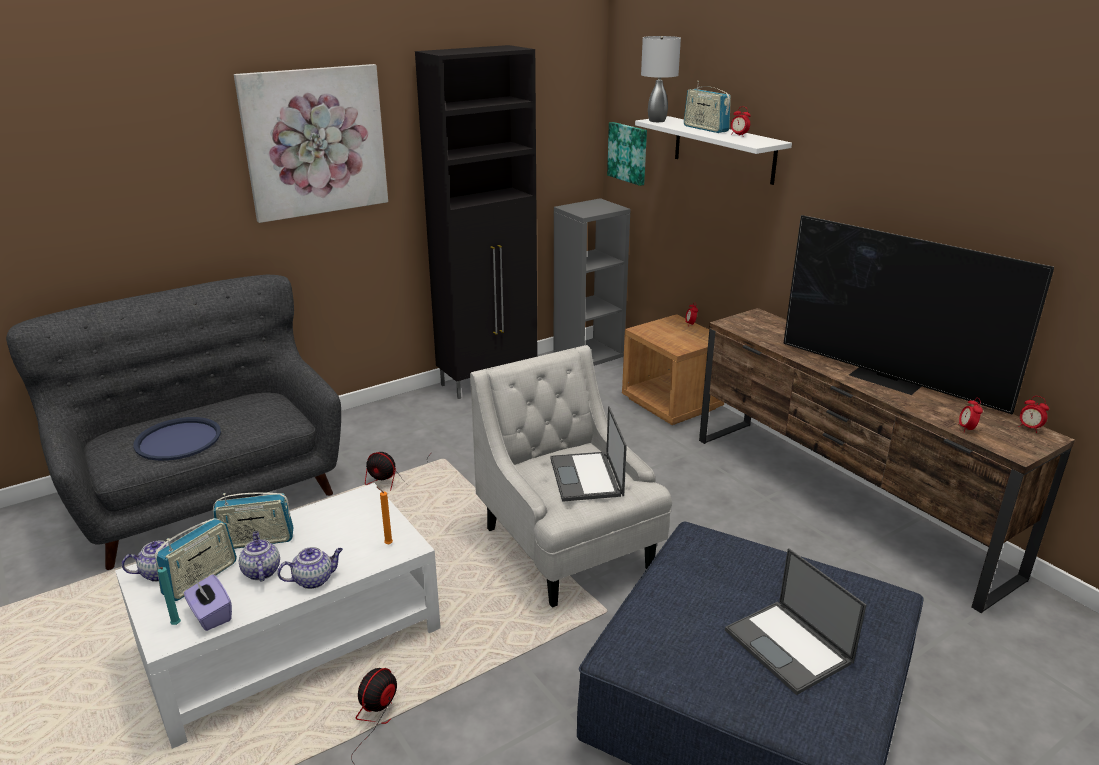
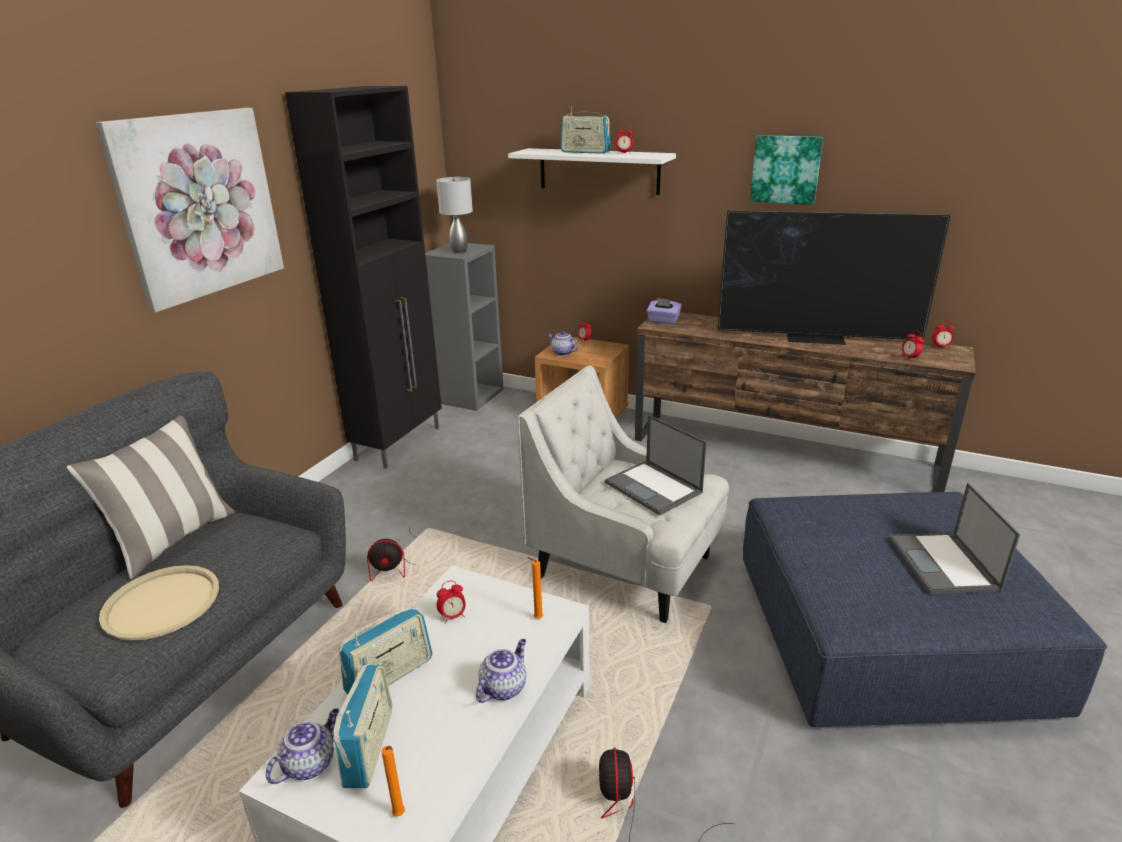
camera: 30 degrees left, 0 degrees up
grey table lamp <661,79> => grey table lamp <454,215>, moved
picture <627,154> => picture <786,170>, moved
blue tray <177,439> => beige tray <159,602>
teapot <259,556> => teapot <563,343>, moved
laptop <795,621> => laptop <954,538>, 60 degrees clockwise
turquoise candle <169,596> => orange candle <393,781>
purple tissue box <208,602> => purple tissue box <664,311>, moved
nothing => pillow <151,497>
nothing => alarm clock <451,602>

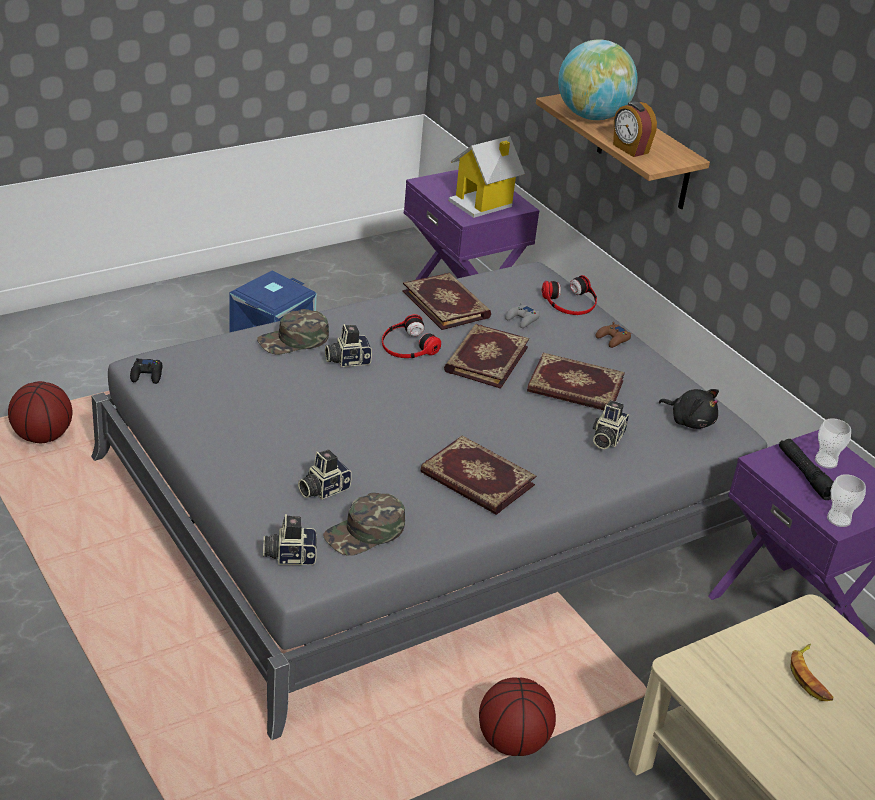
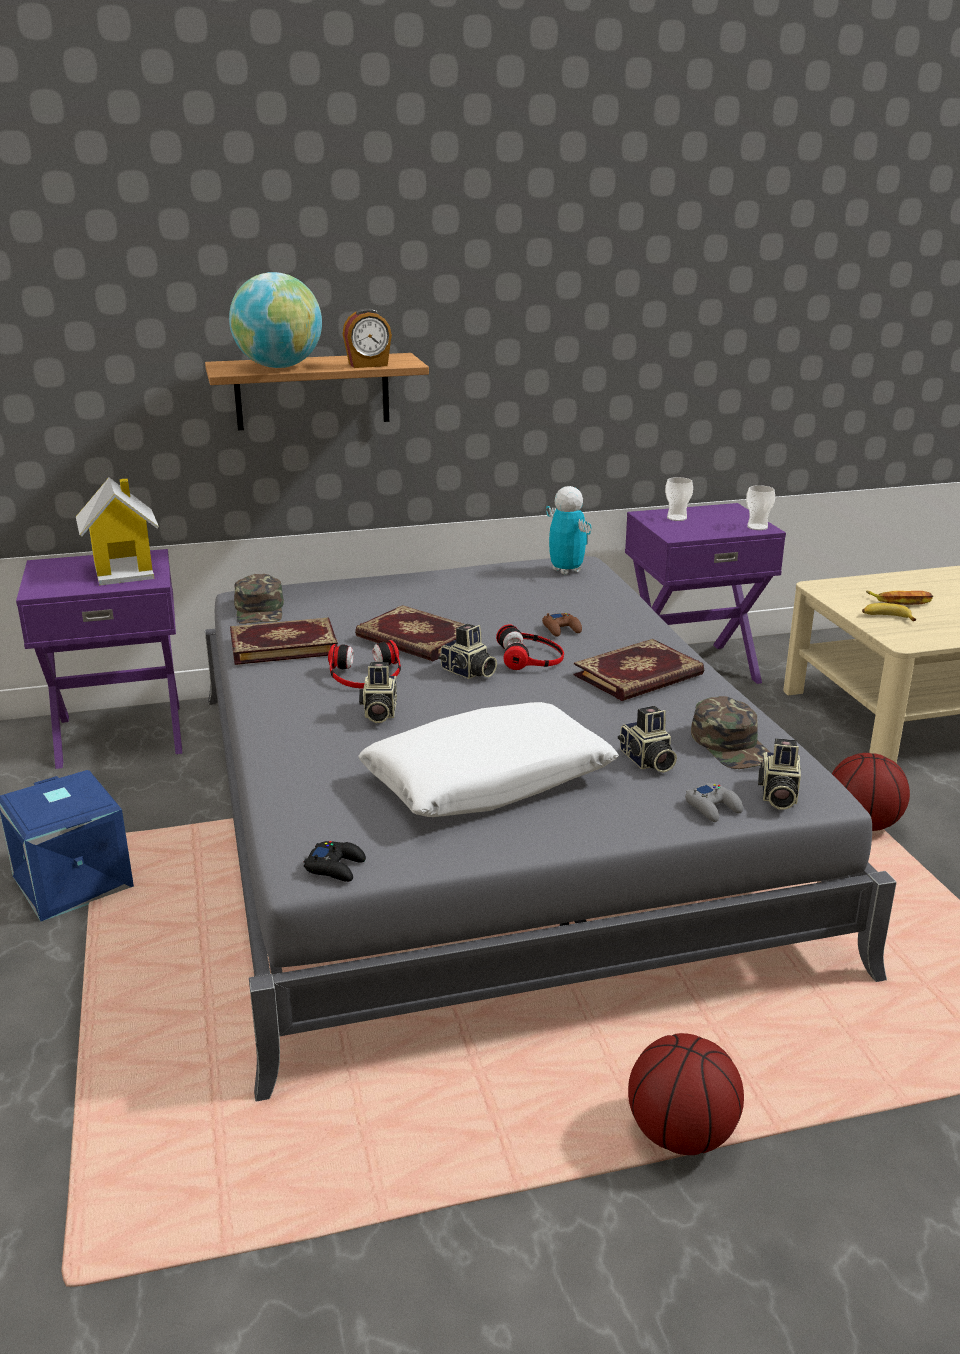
camera: 70 degrees left, 10 degrees down
headphones <569,295> => headphones <530,647>, moved
grey game controller <522,315> => grey game controller <714,802>, moved
green cap <293,332> => green cap <259,599>, moved
brown game controller <613,335> => brown game controller <562,625>, moved
book <576,381> => nothing
basketball <40,412> => basketball <686,1094>, moved
black plush toy <689,409> => toy robot <568,530>
photo camera <611,424> => photo camera <467,651>, moved
black flashlight <806,469> => nothing
nothing => banana <889,612>
nothing => white pillow <488,759>

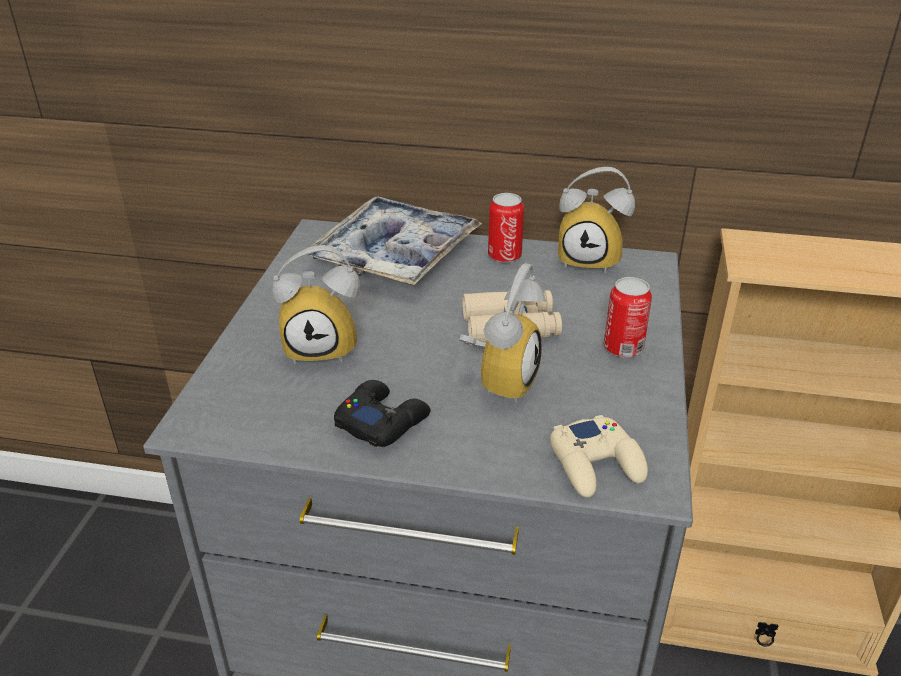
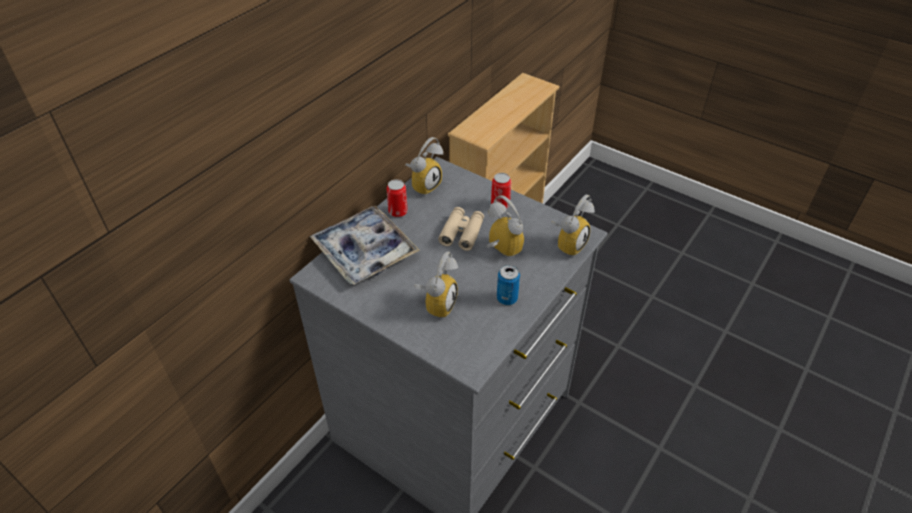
camera: 65 degrees left, 10 degrees up
black game controller <382,413> => can <508,285>
beige game controller <599,456> => alarm clock <573,226>

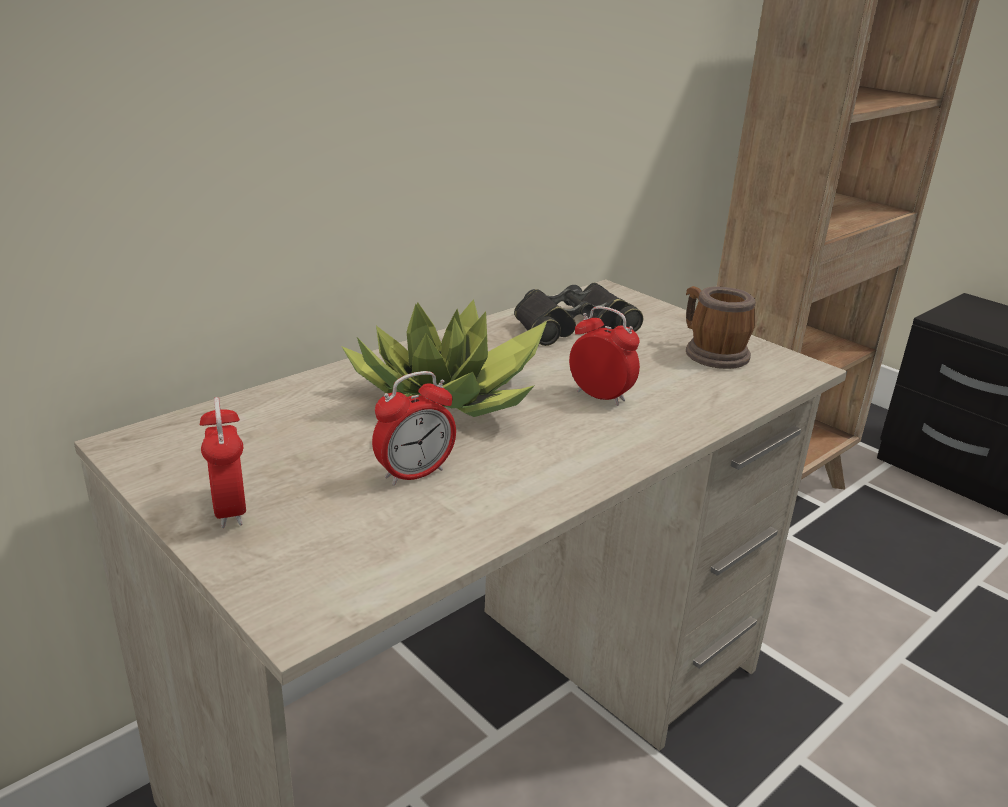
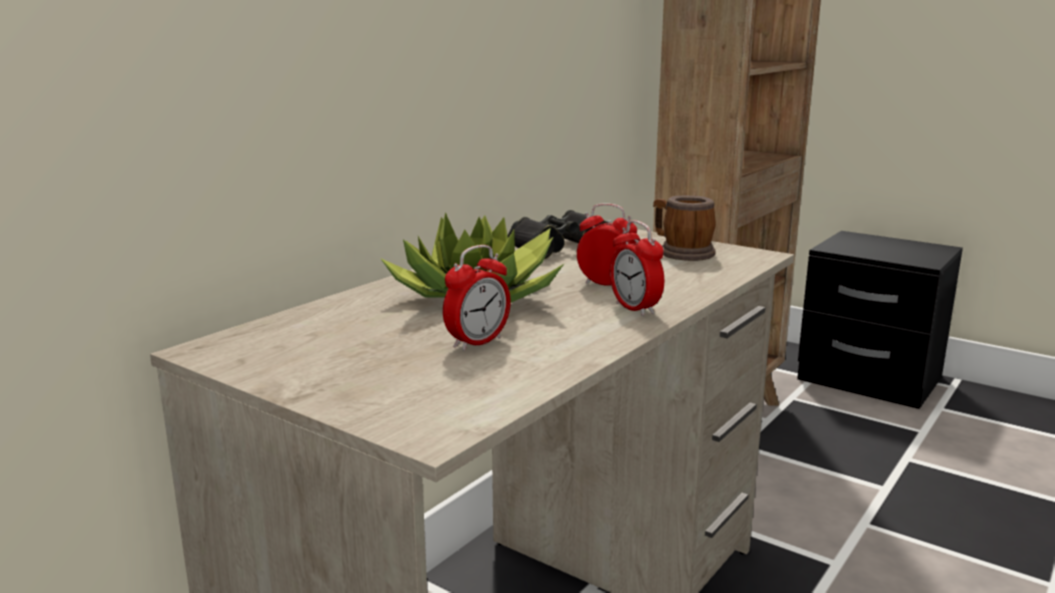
camera: 10 degrees left, 10 degrees down
alarm clock <223,462> => alarm clock <637,268>, moved

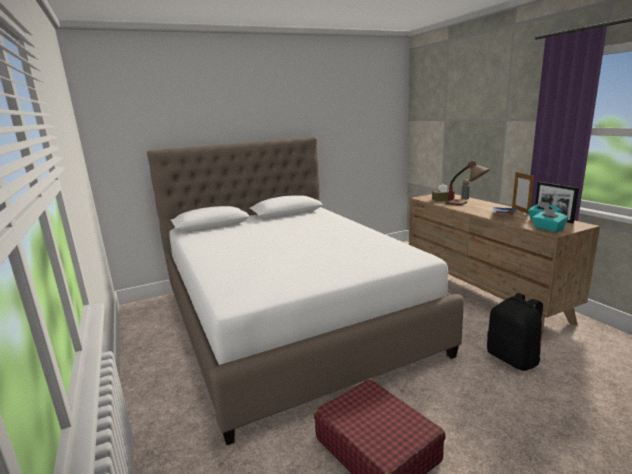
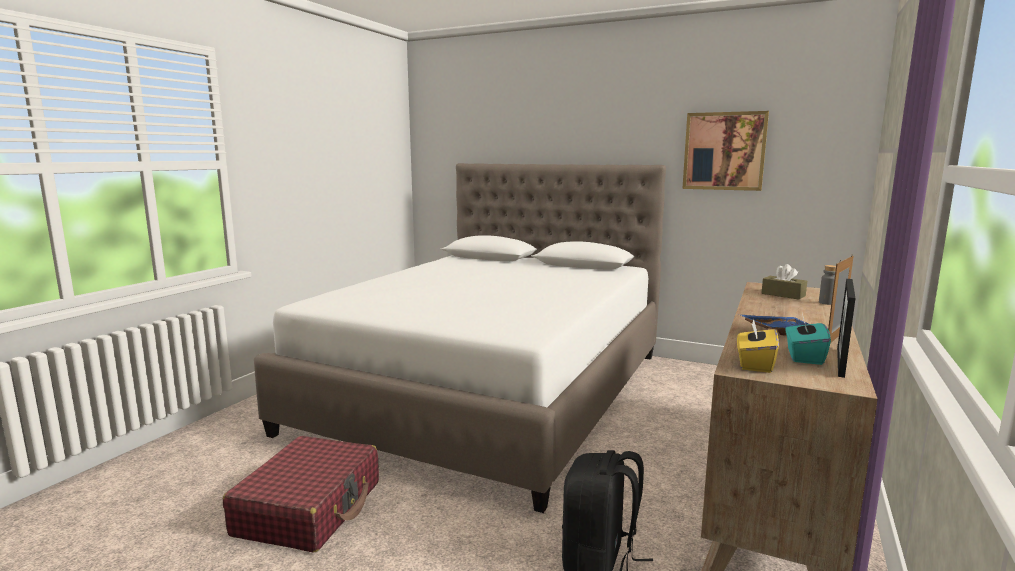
camera: 50 degrees right, 5 degrees down
table lamp <467,183> => nothing
turquoise tissue box <550,220> => yellow tissue box <758,345>
nothing => picture <725,151>

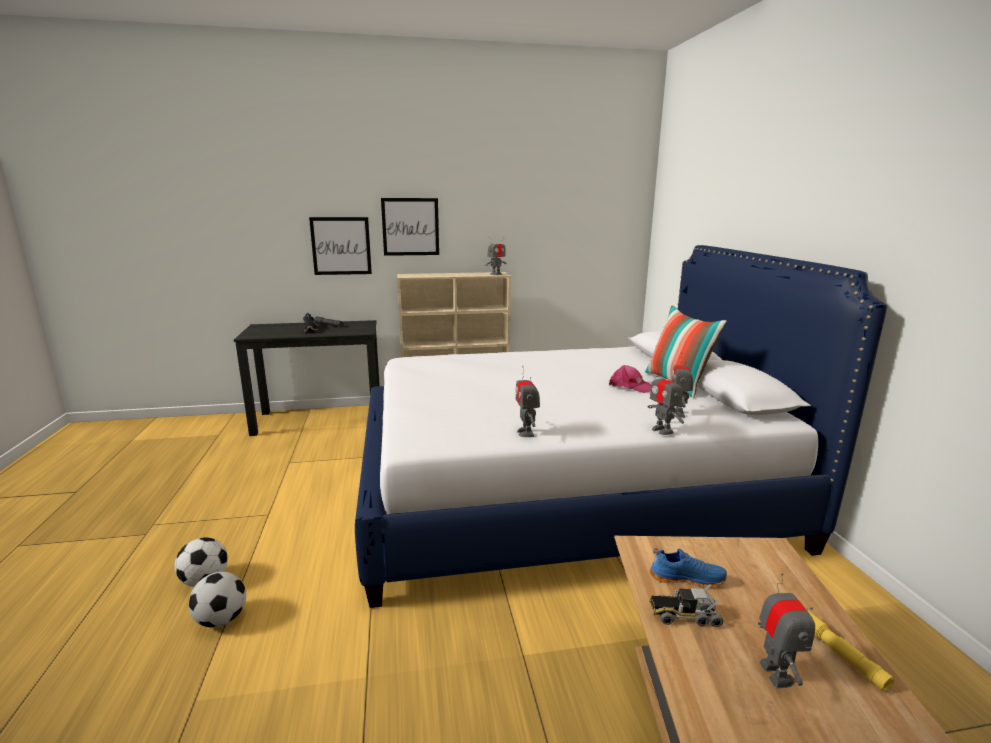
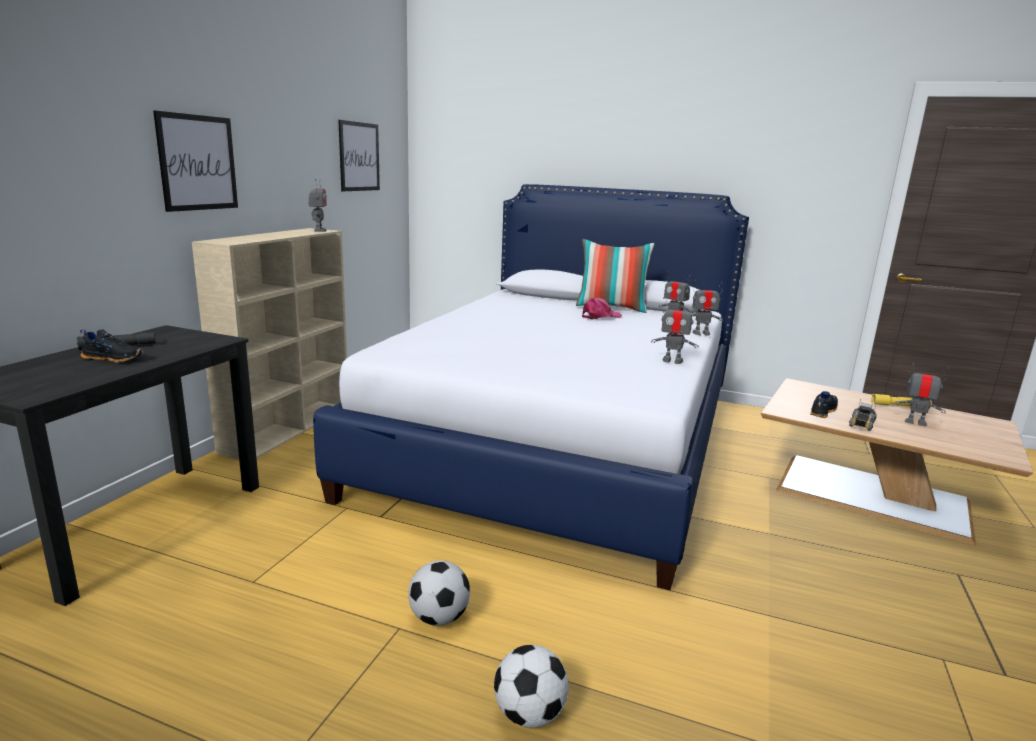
camera: 60 degrees left, 0 degrees up
picture <340,246> => picture <359,155>, moved
blue shoe <688,568> => black shoe <824,404>
football <217,600> => football <439,593>, moved

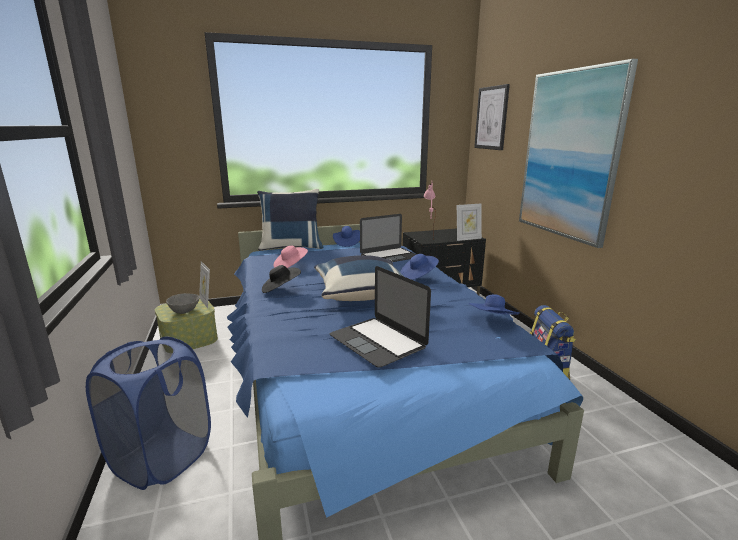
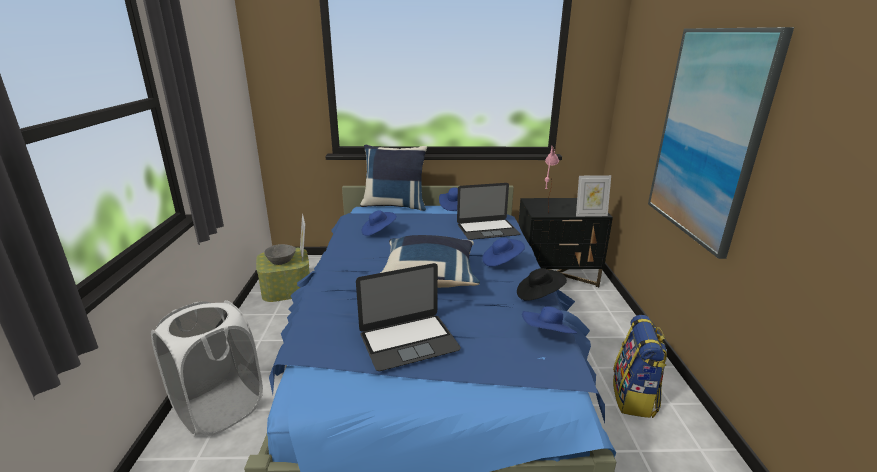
camera: 15 degrees right, 5 degrees up
picture <492,117> => nothing
pink hat <290,257> => blue hat <379,223>
black hat <281,279> => black hat <542,284>, moved
laptop <380,317> => laptop <408,317>, 90 degrees counterclockwise
blue laundry basket <148,413> => white laundry basket <207,368>

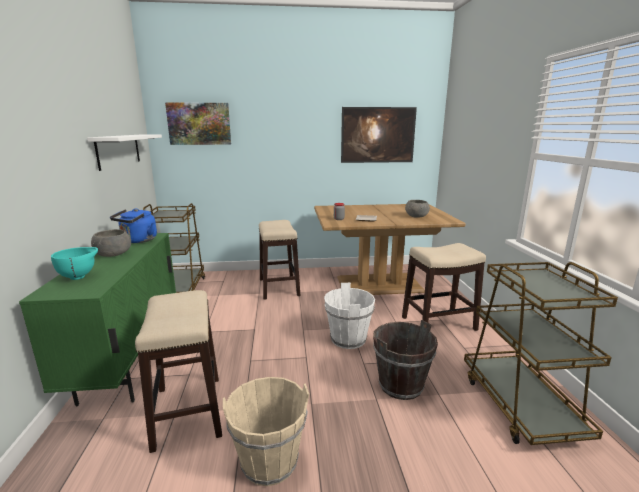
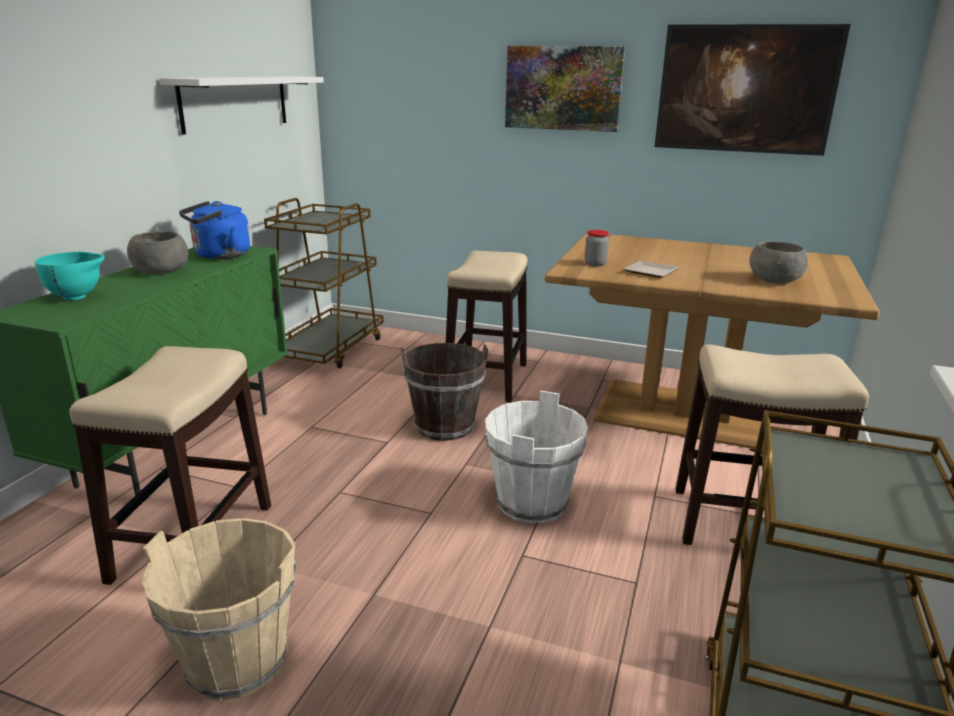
camera: 25 degrees right, 5 degrees up
picture <198,123> => picture <565,89>, moved
brown bucket <405,360> => brown bucket <444,392>, moved

